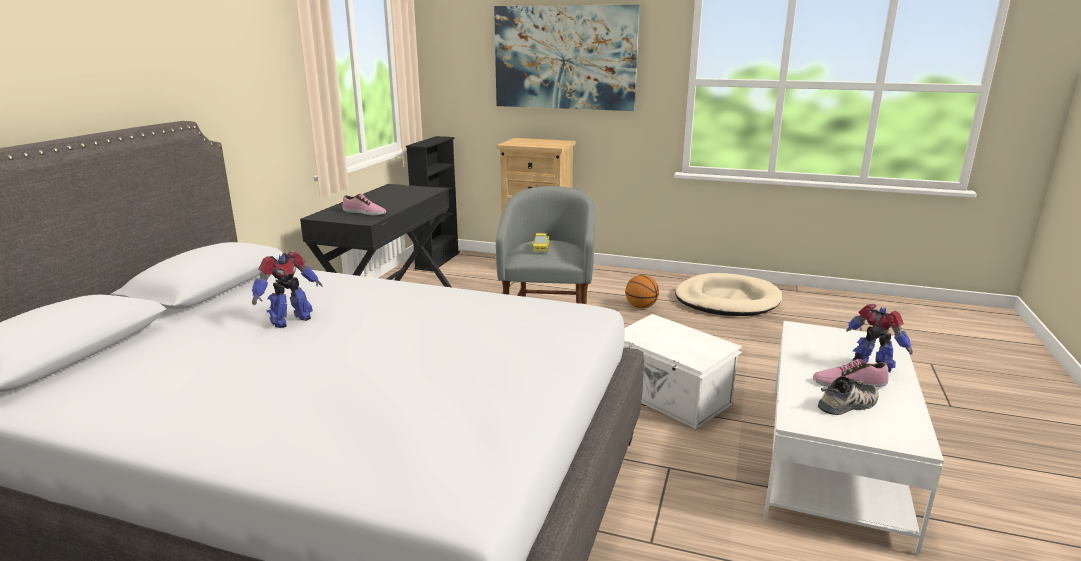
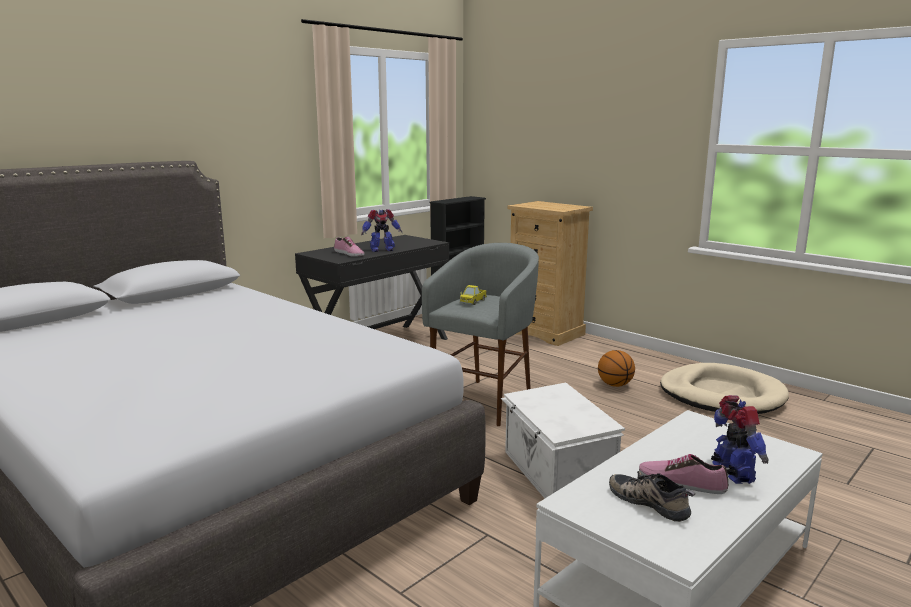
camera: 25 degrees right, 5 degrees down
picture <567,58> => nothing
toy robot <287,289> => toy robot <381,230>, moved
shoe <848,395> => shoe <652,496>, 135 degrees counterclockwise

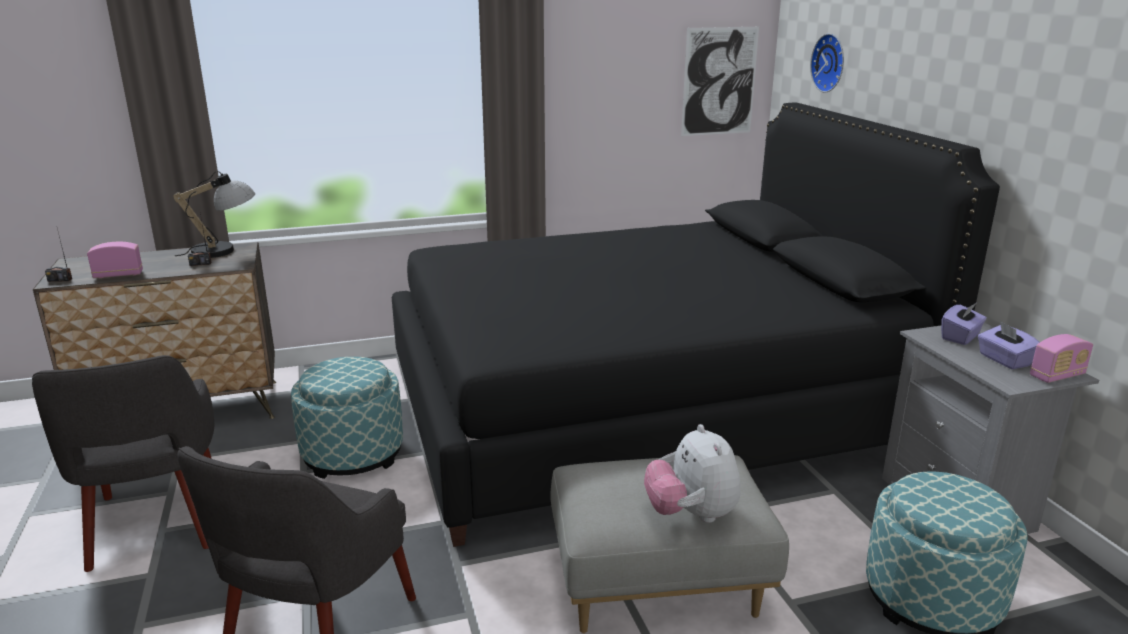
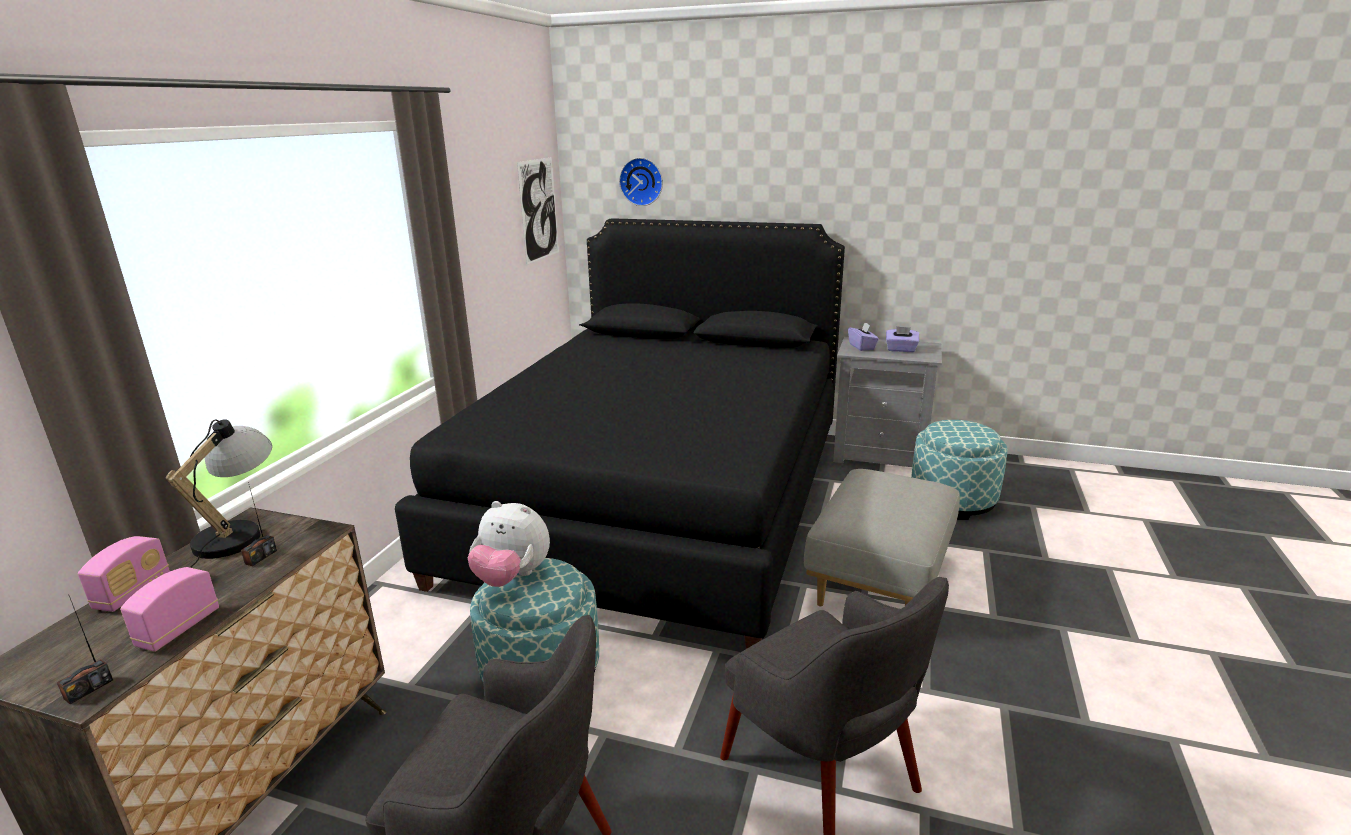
camera: 55 degrees left, 0 degrees up
radio <1061,358> => radio <124,574>, moved
plush toy <692,473> => plush toy <509,544>, moved

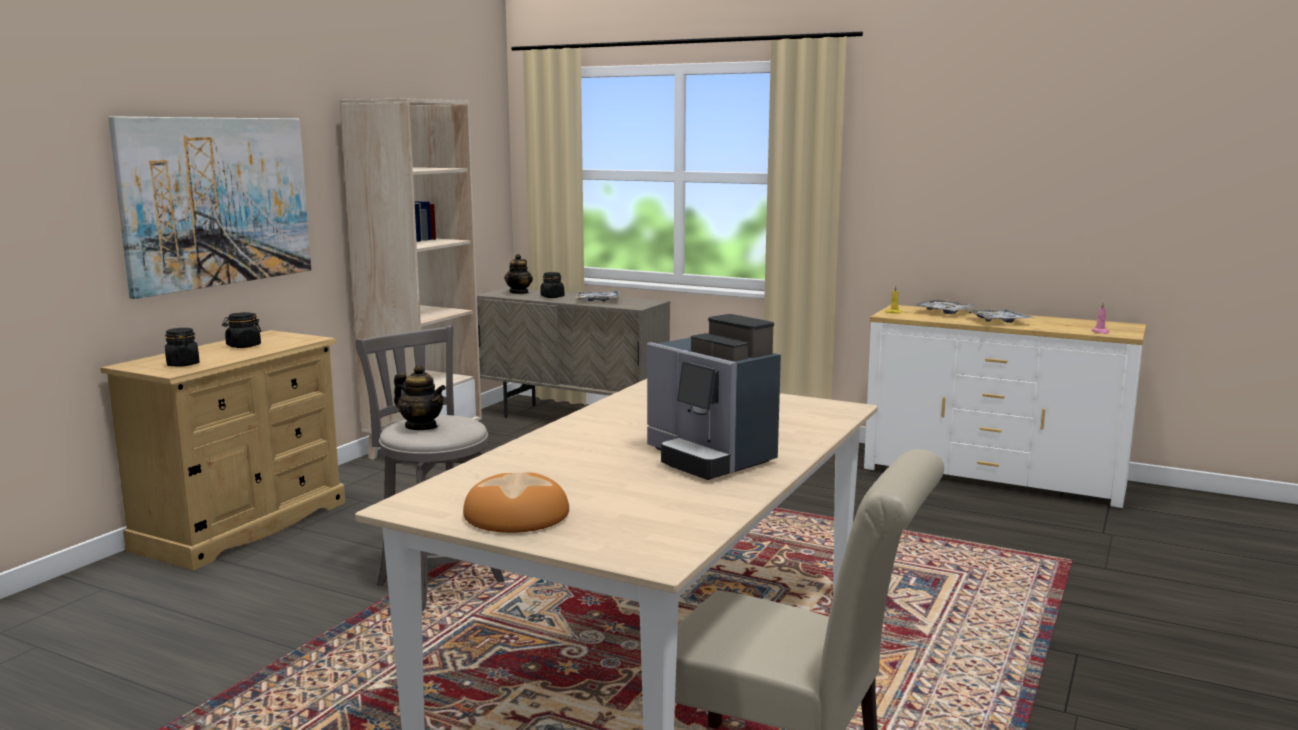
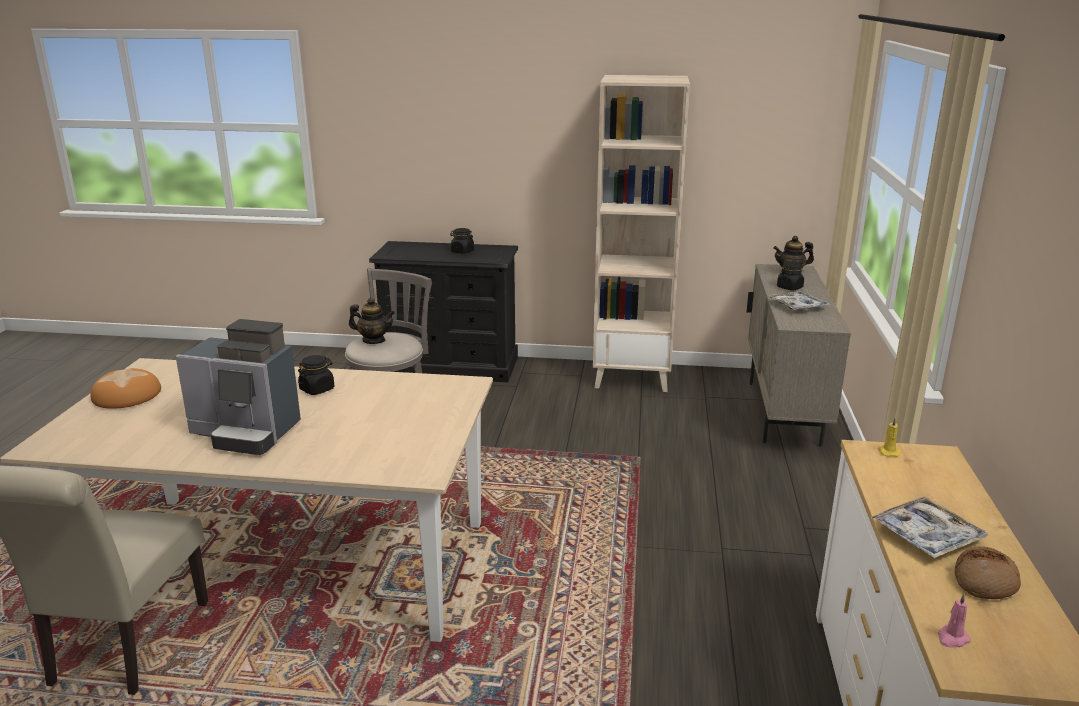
camera: 70 degrees right, 10 degrees up
picture <209,207> => nothing
tray <946,306> => nothing
coffee machine <714,397> => coffee machine <238,387>, 105 degrees counterclockwise
black jar <182,347> => black jar <316,375>, moved
beige dresser <223,450> => black dresser <443,311>
teapot <420,397> => teapot <372,321>, 90 degrees counterclockwise
nothing => bread <988,572>

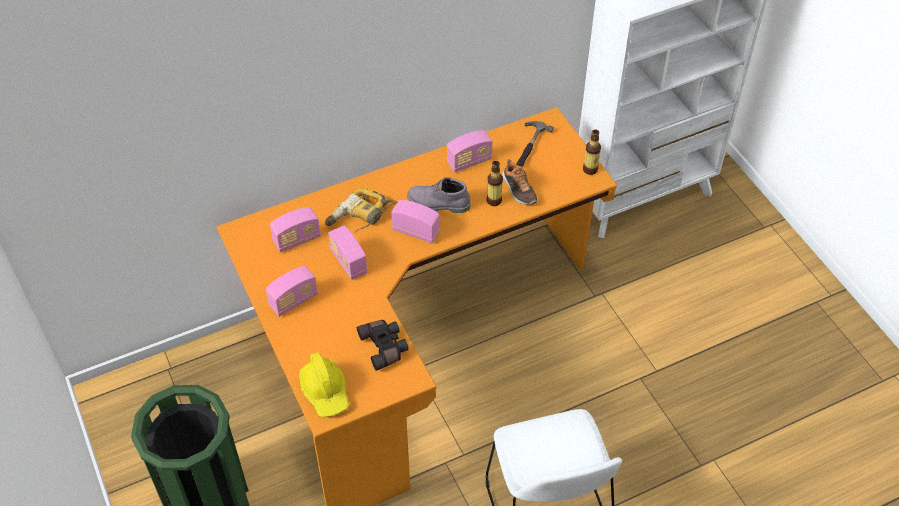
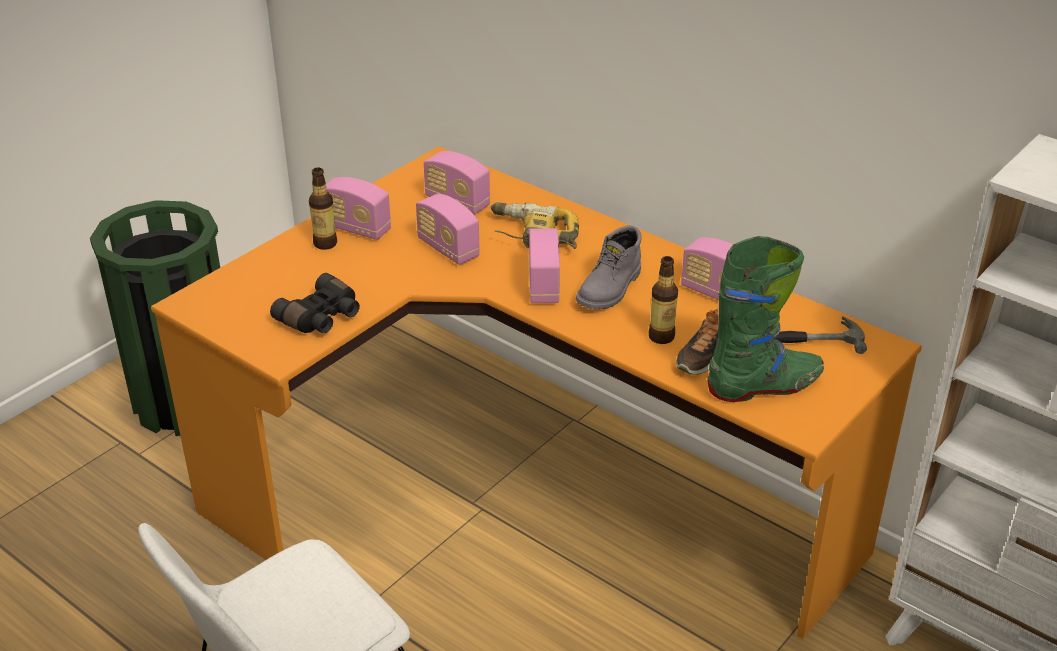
camera: 65 degrees right, 15 degrees down
bottle <592,152> => bottle <323,208>, moved
grey boot <439,195> => grey boot <609,267>, 135 degrees counterclockwise
radio <347,252> => radio <448,229>, 75 degrees counterclockwise
yellow hard hat <324,384> => nothing
nothing => green boot <765,319>

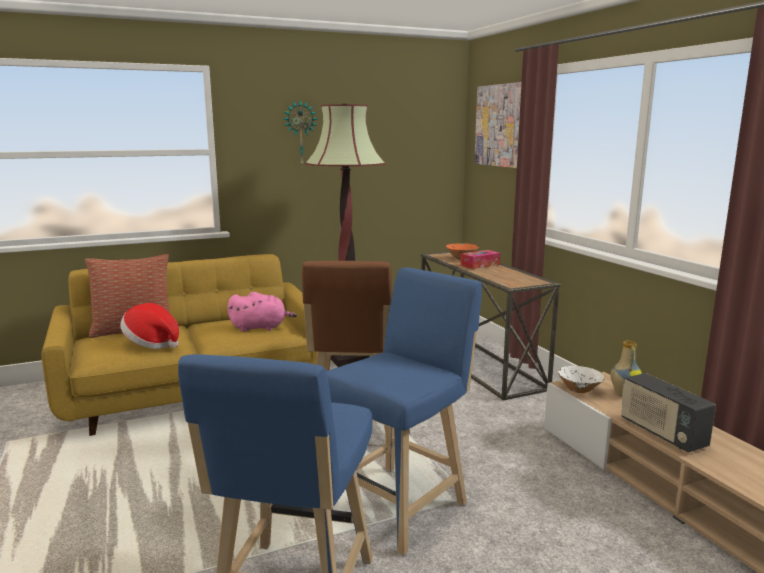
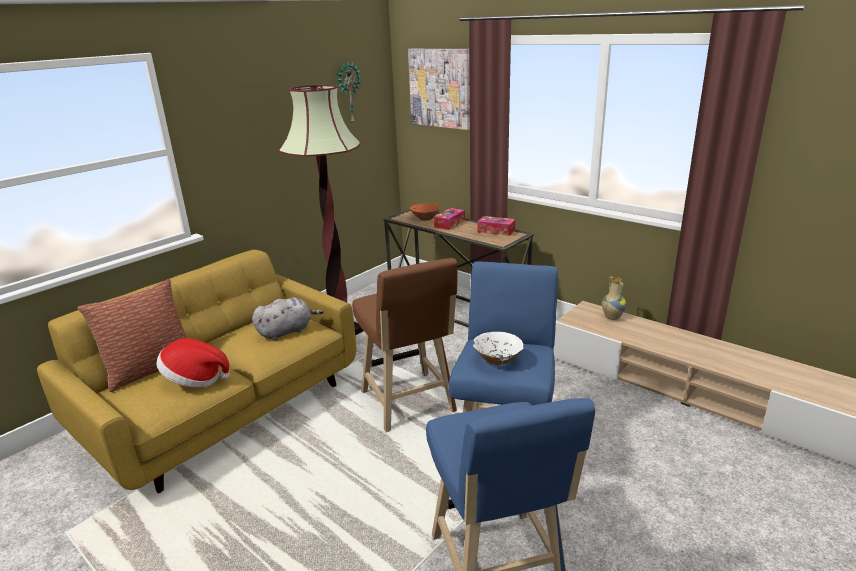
camera: 25 degrees left, 10 degrees up
wall clock <300,133> => wall clock <348,93>, moved
pink plush toy <262,312> => grey plush toy <288,319>
white bowl <581,379> => white bowl <498,348>, moved
radio <668,412> => nothing
nothing => tissue box <496,226>

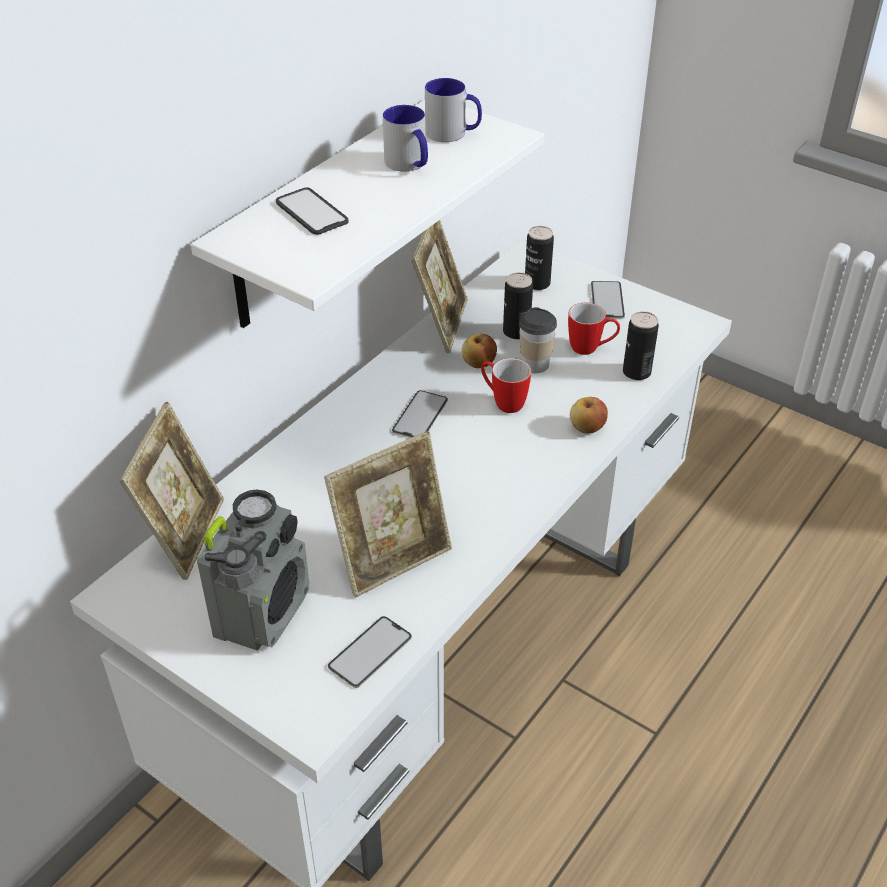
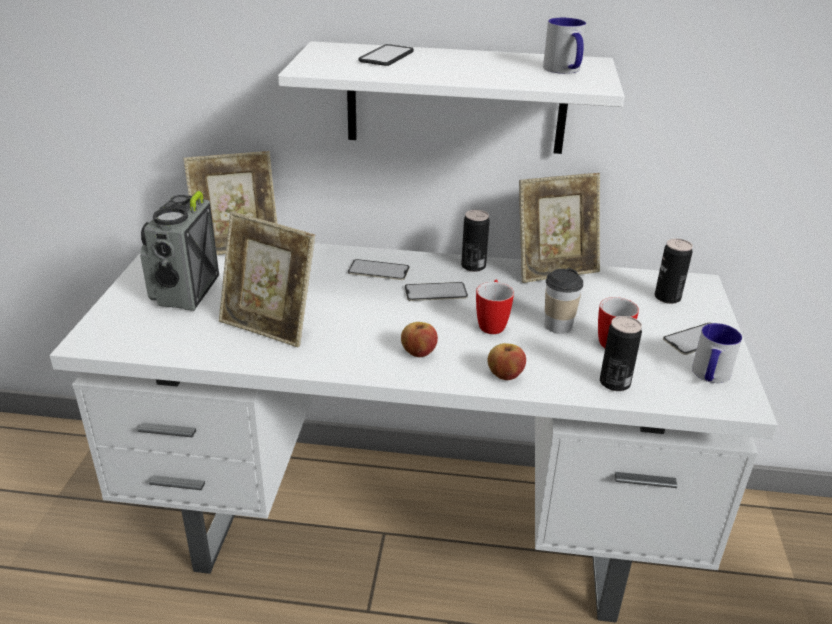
camera: 60 degrees right, 10 degrees down
mug <405,138> => mug <717,353>, moved
can <518,305> => can <475,241>, moved
apple <479,351> => apple <419,339>, moved
radio <253,569> => radio <179,251>, 105 degrees clockwise
phone <370,652> => phone <379,269>, moved

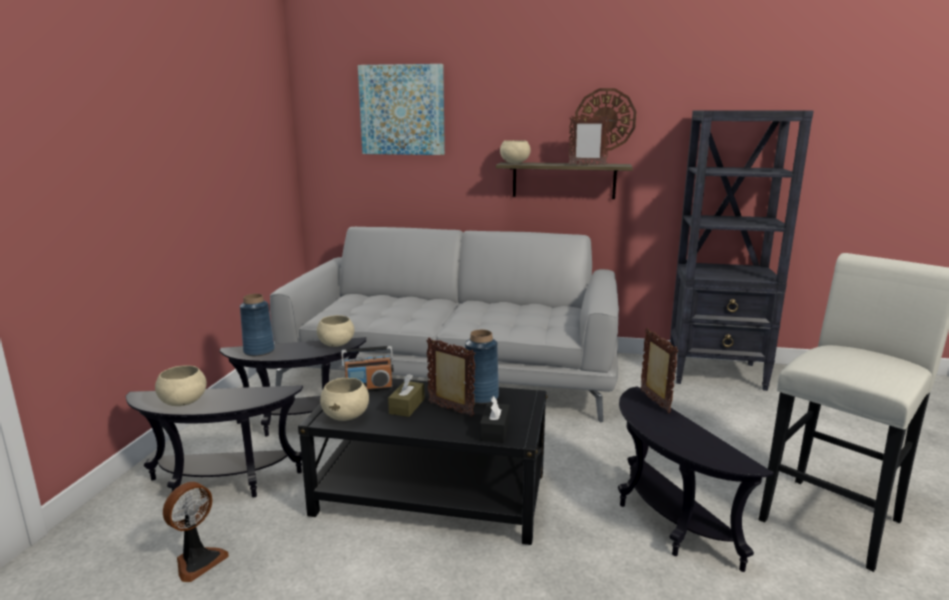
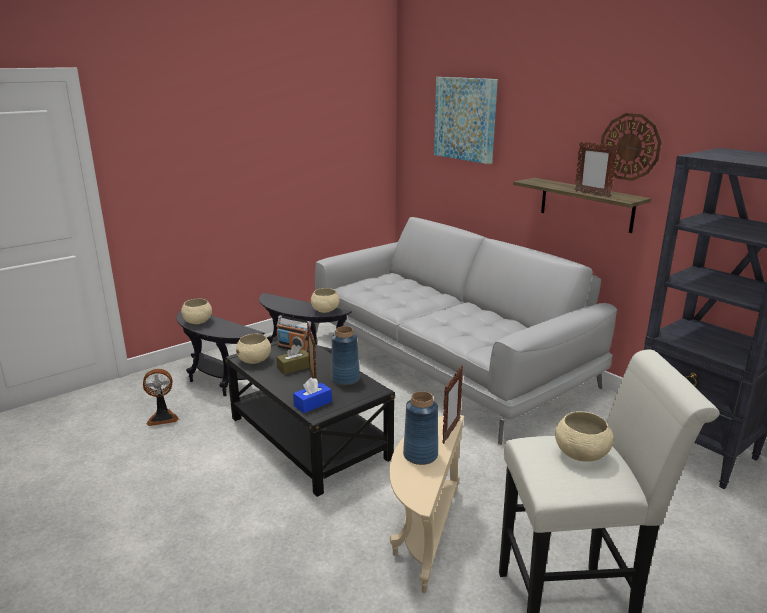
camera: 40 degrees right, 5 degrees up
beige bowl <515,151> => beige bowl <584,436>, moved
blue vase <257,325> => blue vase <420,428>, moved
black side table <696,479> => beige side table <426,504>
black tissue box <495,419> => blue tissue box <312,395>

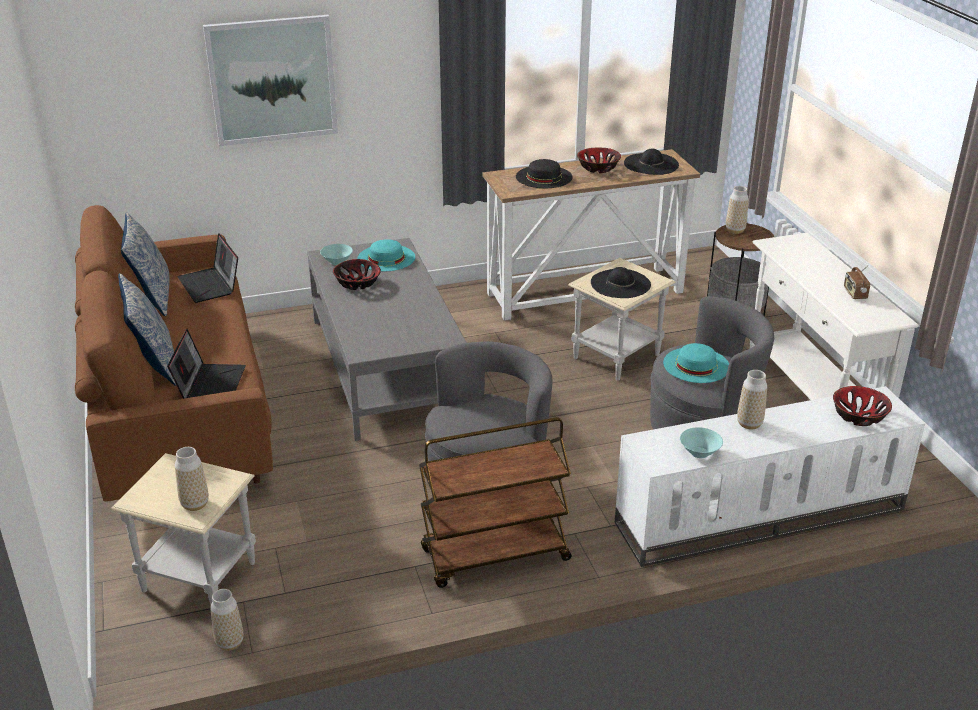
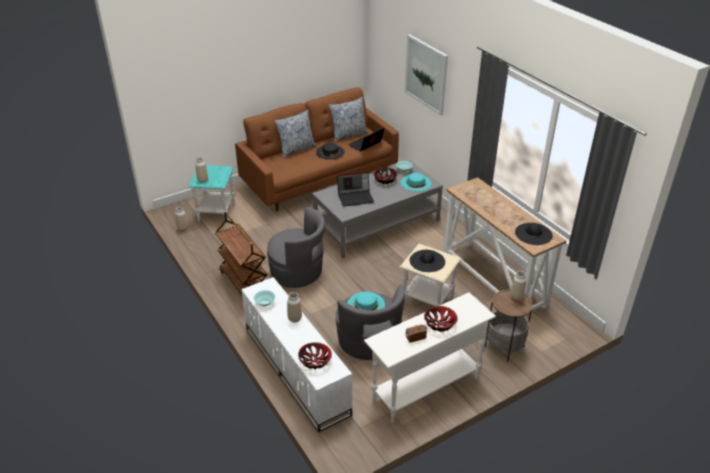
camera: 75 degrees right, 5 degrees up
bowl <599,160> => bowl <441,319>, moved
black hat <544,173> => black hat <330,151>, moved
laptop <206,364> => laptop <355,189>, moved
beige side table <183,529> => turquoise side table <211,194>

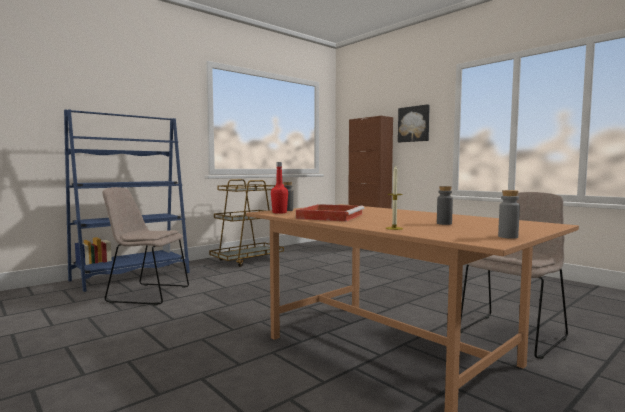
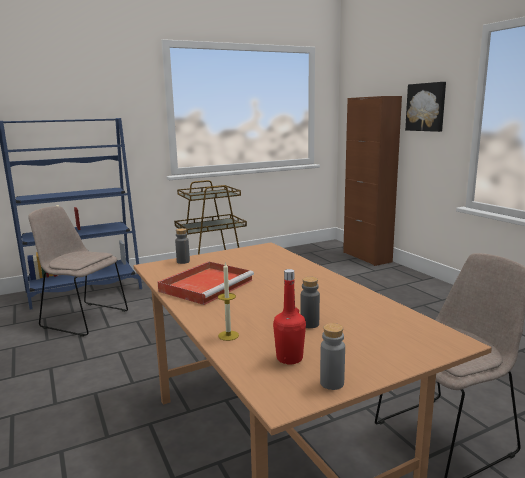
camera: 15 degrees right, 10 degrees up
red bottle <279,188> => red bottle <289,316>, moved

